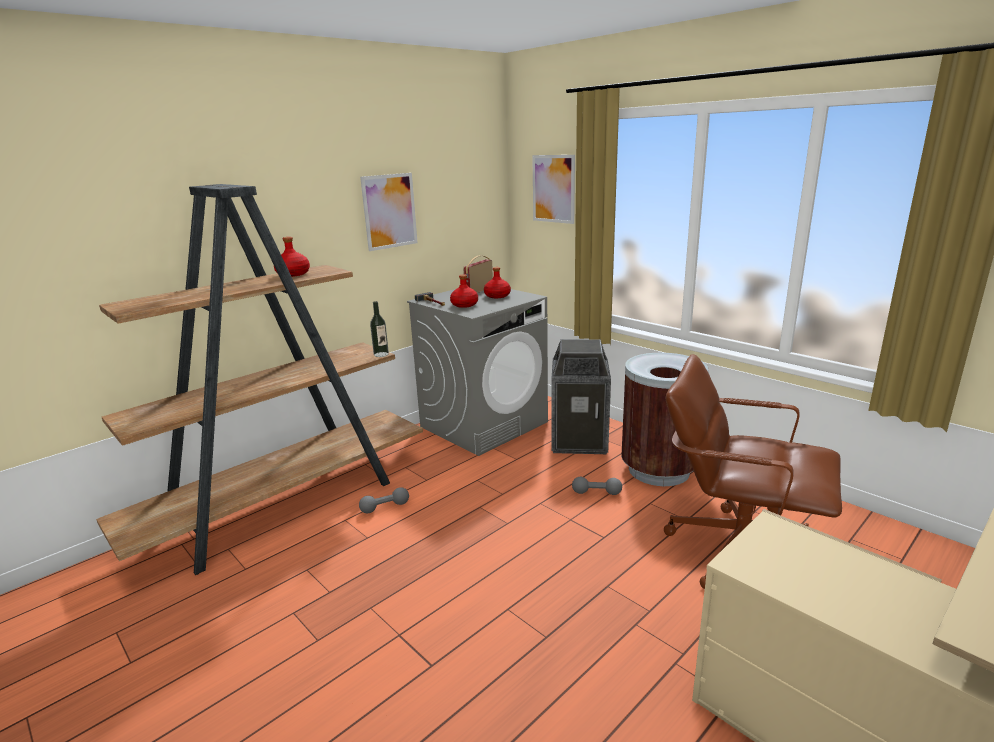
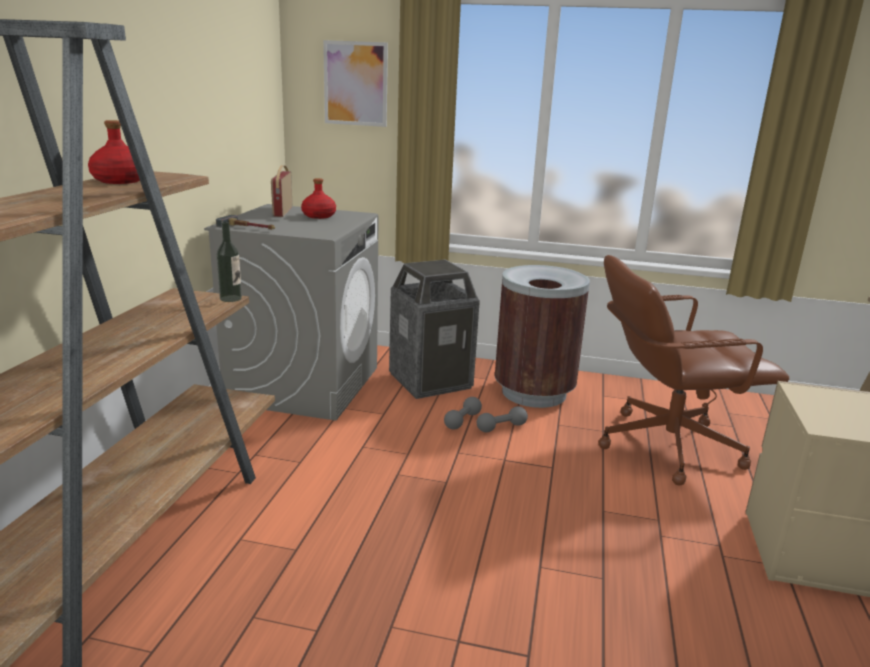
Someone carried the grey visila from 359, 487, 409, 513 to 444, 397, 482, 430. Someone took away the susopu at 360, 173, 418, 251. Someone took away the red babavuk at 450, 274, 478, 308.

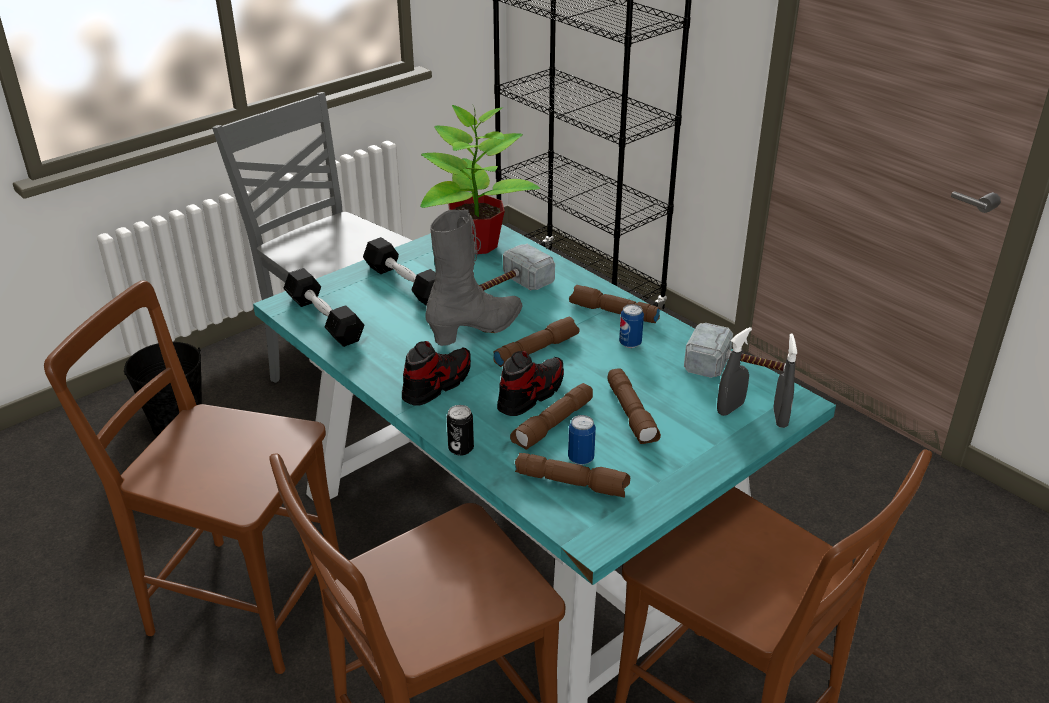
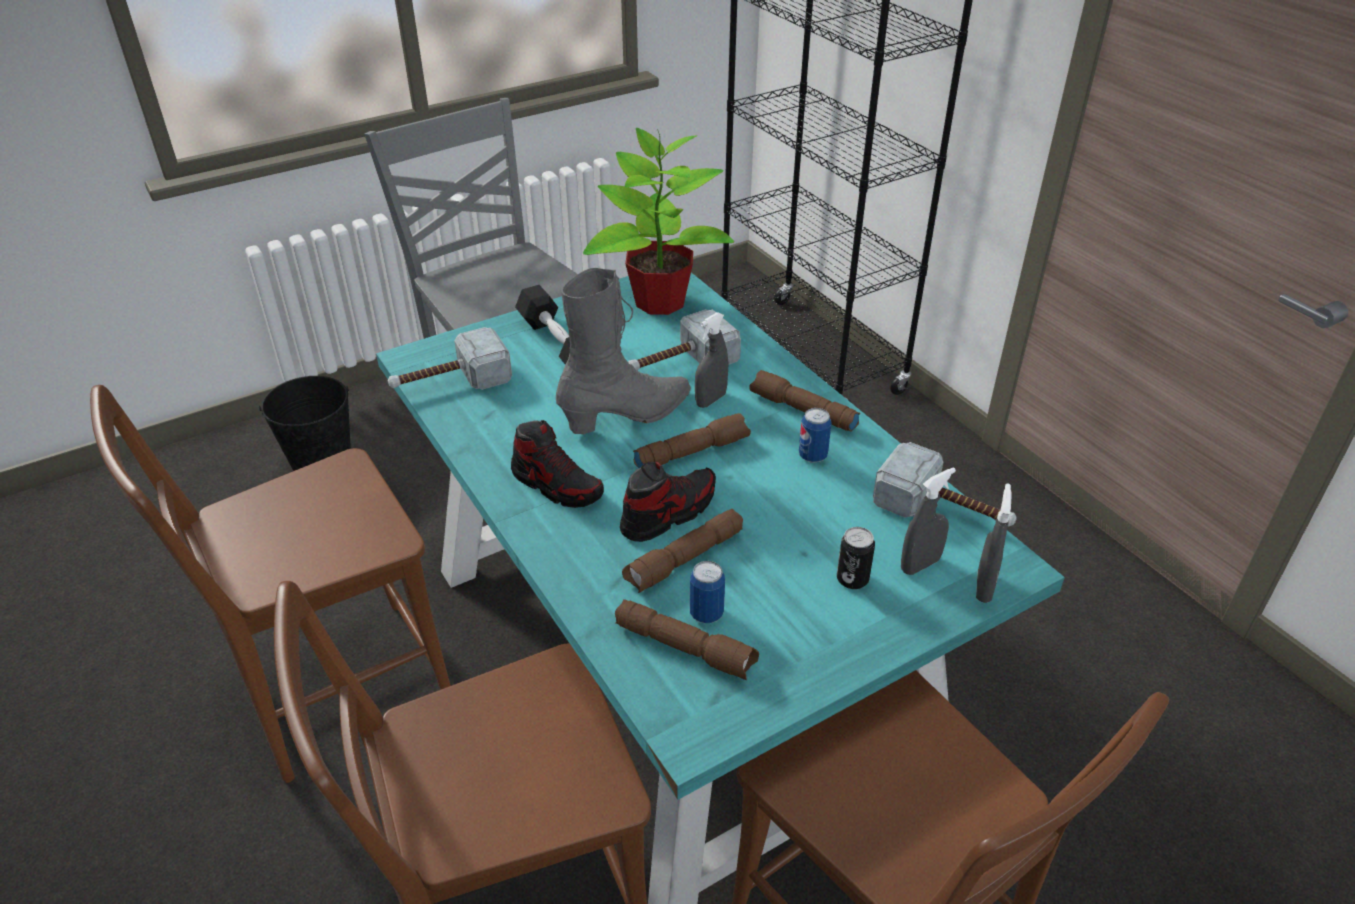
Someone rotated the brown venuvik at 44, 280, 340, 674 by 60 degrees counterclockwise. Someone swapped the black visila at 284, 268, 364, 347 for the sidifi at 388, 327, 512, 390. Someone rotated the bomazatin at 402, 341, 471, 405 by 75 degrees clockwise. Someone put down the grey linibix at 695, 312, 728, 408. Someone carried the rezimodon from 447, 405, 474, 456 to 837, 527, 875, 589. Someone took away the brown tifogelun at 608, 368, 661, 444.

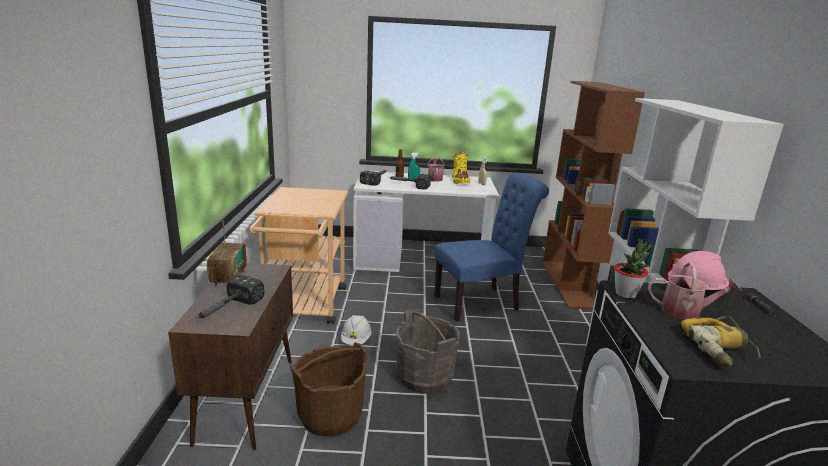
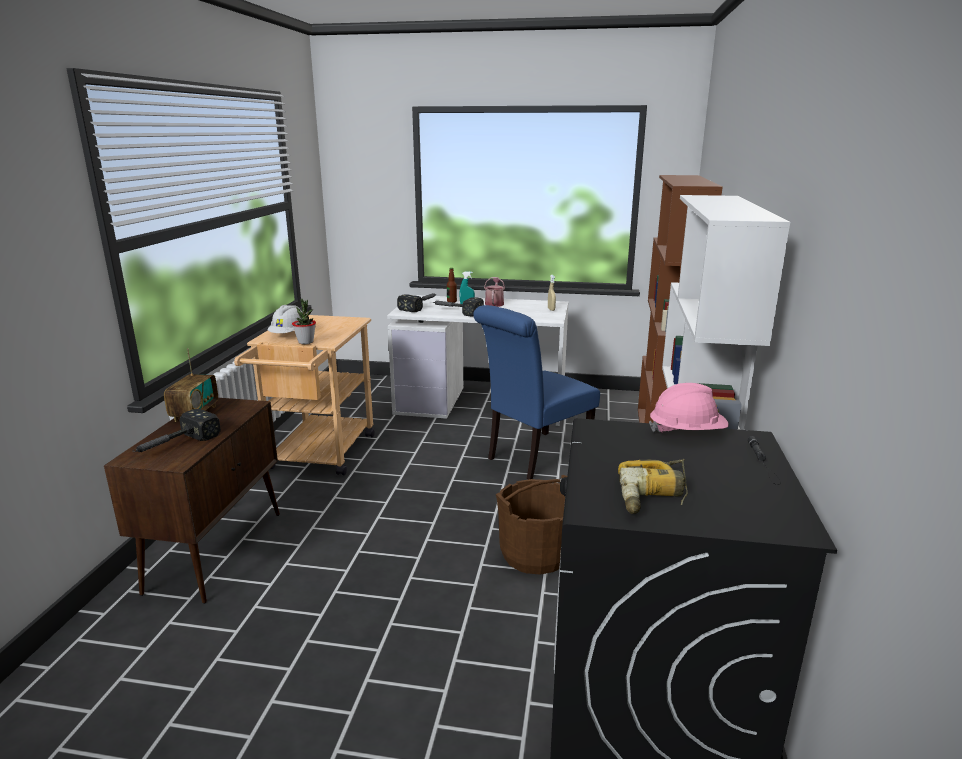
Someone carried the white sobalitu from 341, 315, 371, 345 to 267, 305, 302, 333. Someone carried the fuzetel from 614, 238, 652, 298 to 292, 299, 316, 344. Someone rotated the blue venuvik at 434, 172, 549, 322 by 150 degrees clockwise. Someone carried the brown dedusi from 290, 342, 367, 437 to 496, 475, 567, 575. Someone took away the grey dedusi at 396, 309, 460, 394. Someone took away the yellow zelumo at 452, 153, 470, 184. Someone took away the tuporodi at 648, 262, 742, 320.

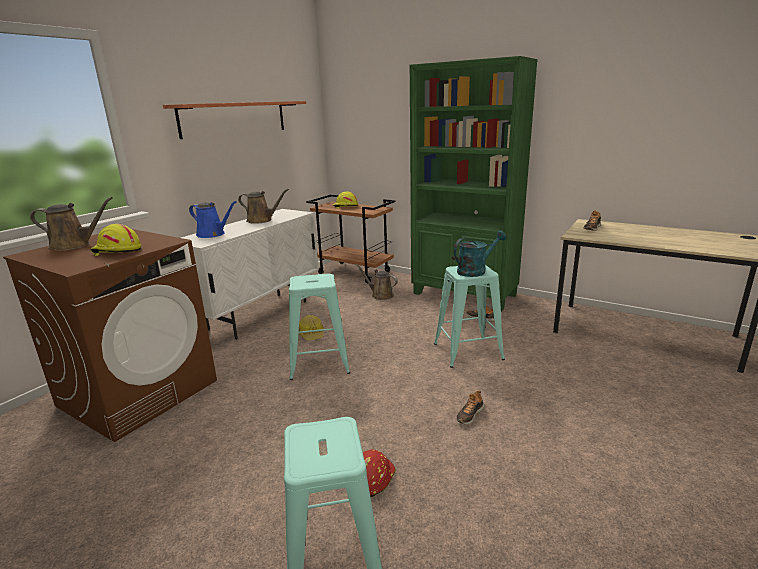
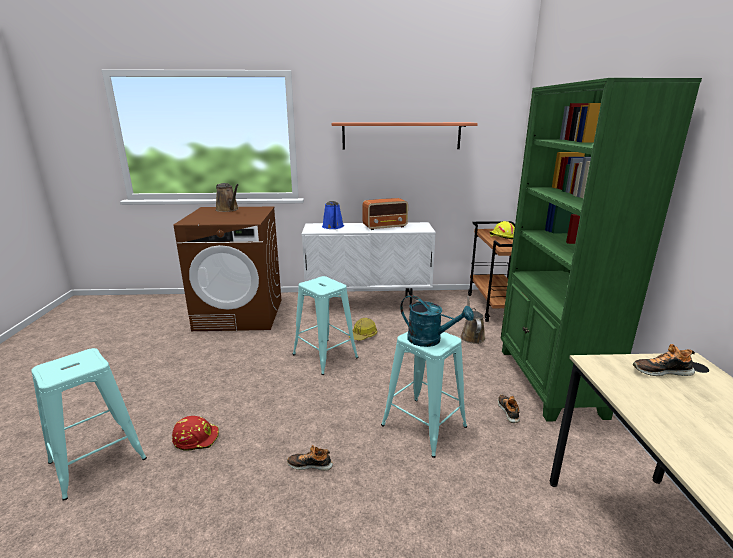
Someone swapped the brown tuporodi at 238, 189, 289, 224 for the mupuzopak at 363, 198, 408, 230. Someone took away the yellow sobalitu at 90, 224, 141, 256.

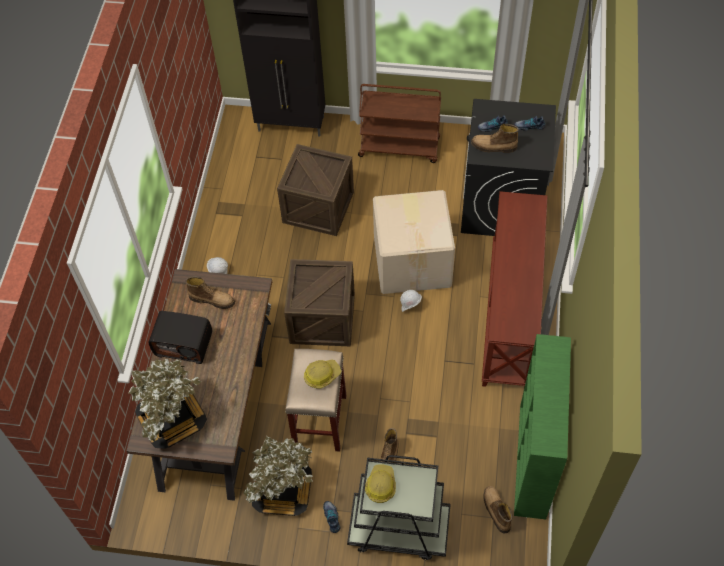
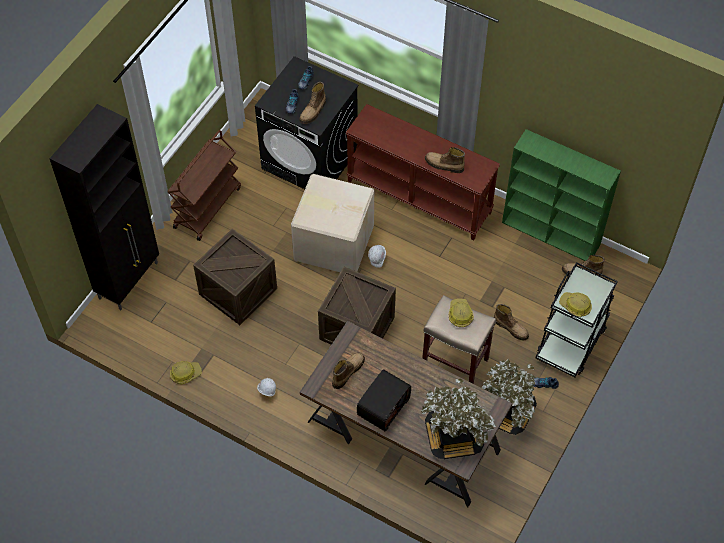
Someone put down the sobalitu at 170, 361, 202, 384. Someone put down the zelumo at 425, 147, 465, 173.

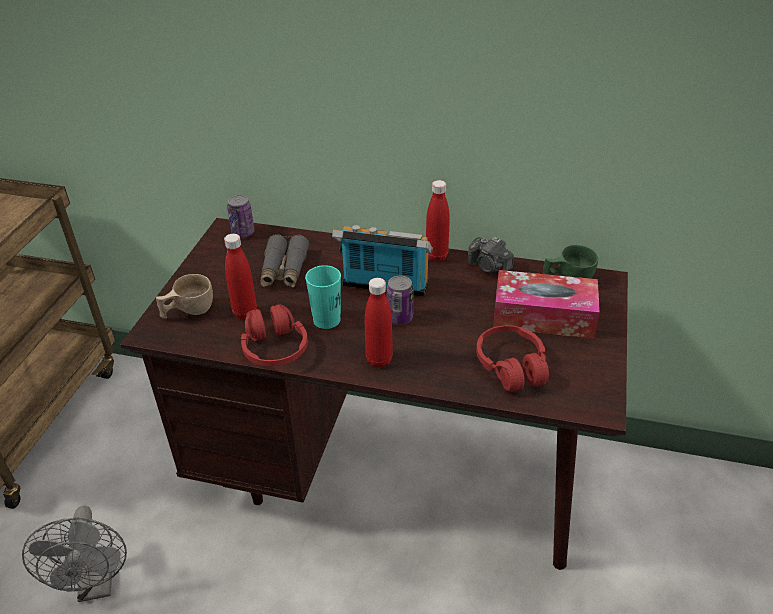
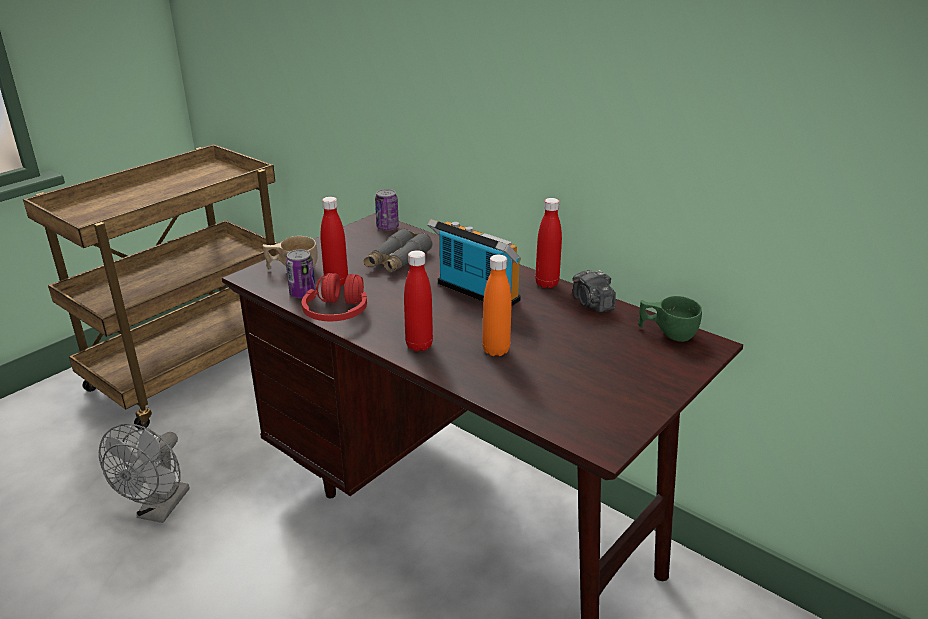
Someone carried the rezimodon from 386, 276, 414, 325 to 286, 250, 316, 299. Someone put down the orange babavuk at 482, 255, 512, 356. Someone took away the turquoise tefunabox at 305, 265, 341, 329. Someone took away the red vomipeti at 476, 325, 549, 392. Someone took away the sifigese at 493, 270, 600, 339.

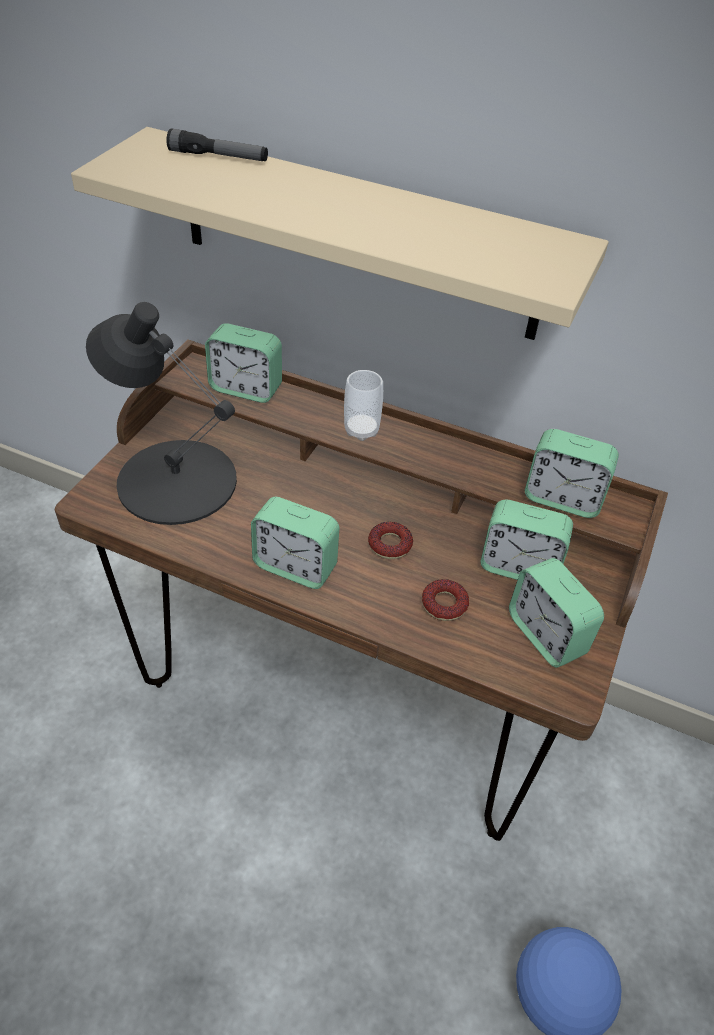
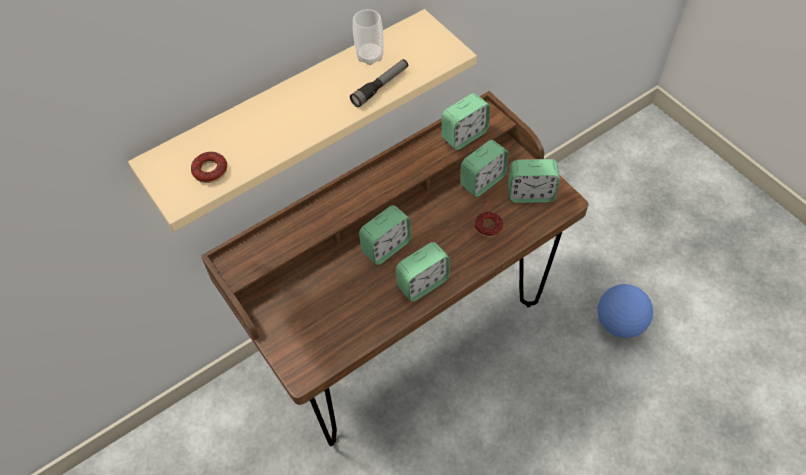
Someone carried the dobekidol from 368, 522, 413, 559 to 191, 152, 227, 183. Someone carried the tifogelun from 166, 128, 268, 161 to 350, 59, 408, 107. Someone carried the tefunabox from 344, 370, 383, 441 to 353, 9, 384, 65. Someone carried the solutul from 205, 323, 282, 403 to 359, 205, 411, 265. Someone took away the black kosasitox at 86, 302, 237, 525.

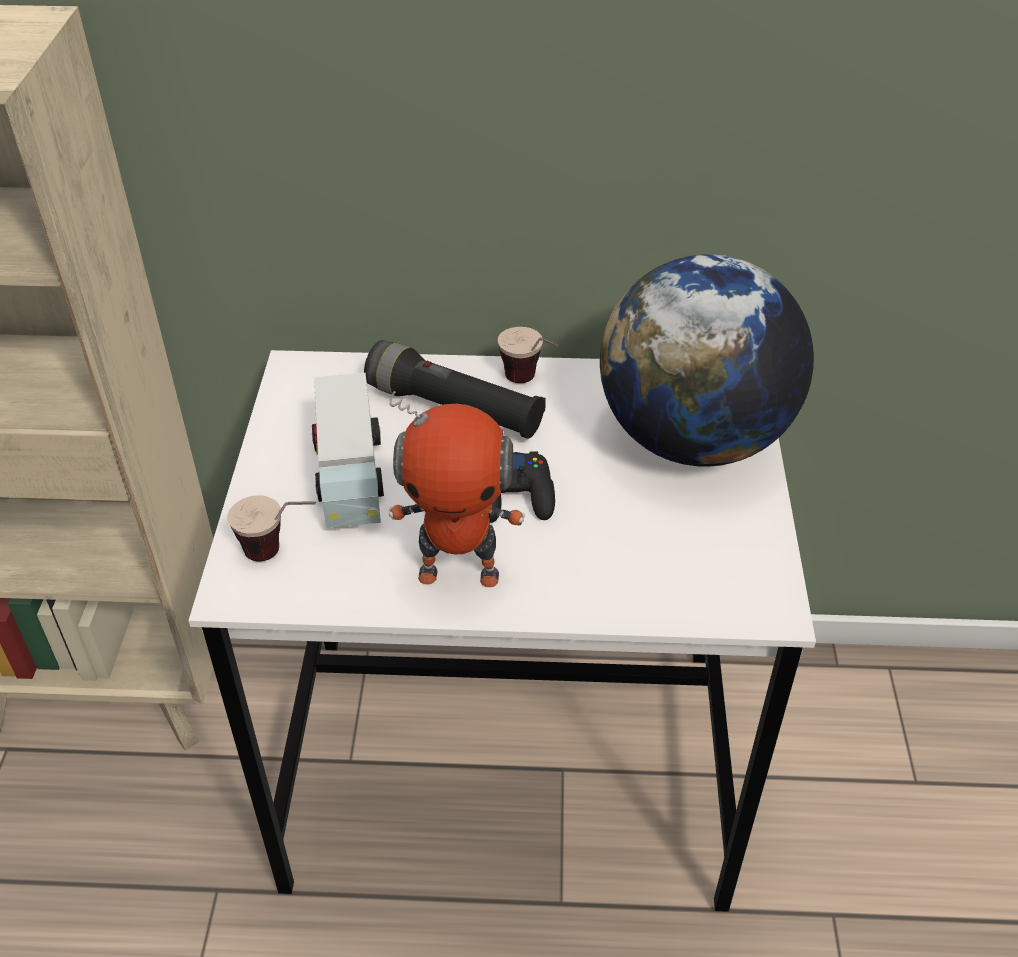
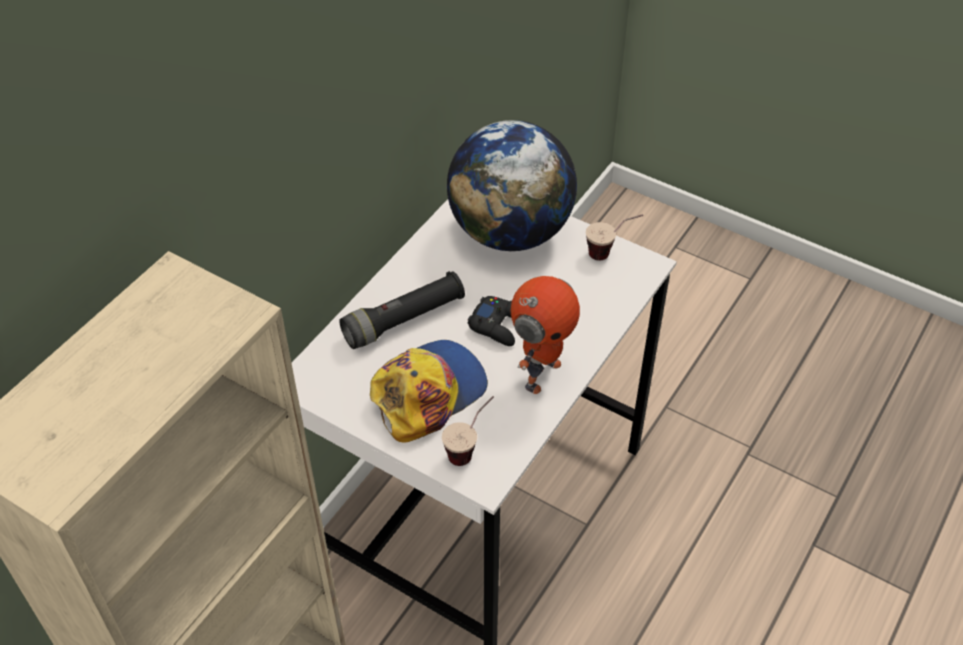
Someone swapped the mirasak at 312, 373, 384, 528 for the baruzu at 370, 340, 488, 443. Someone carried the tefunabox from 498, 327, 559, 383 to 586, 214, 643, 261.

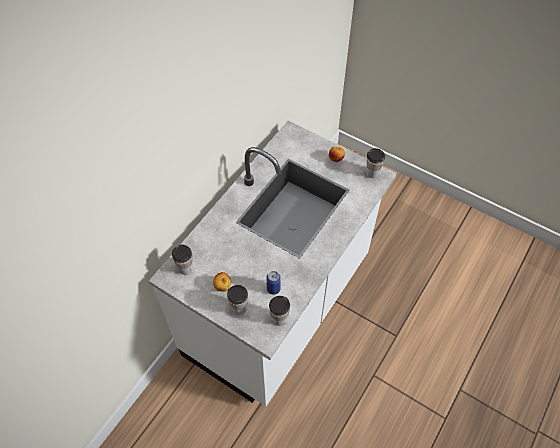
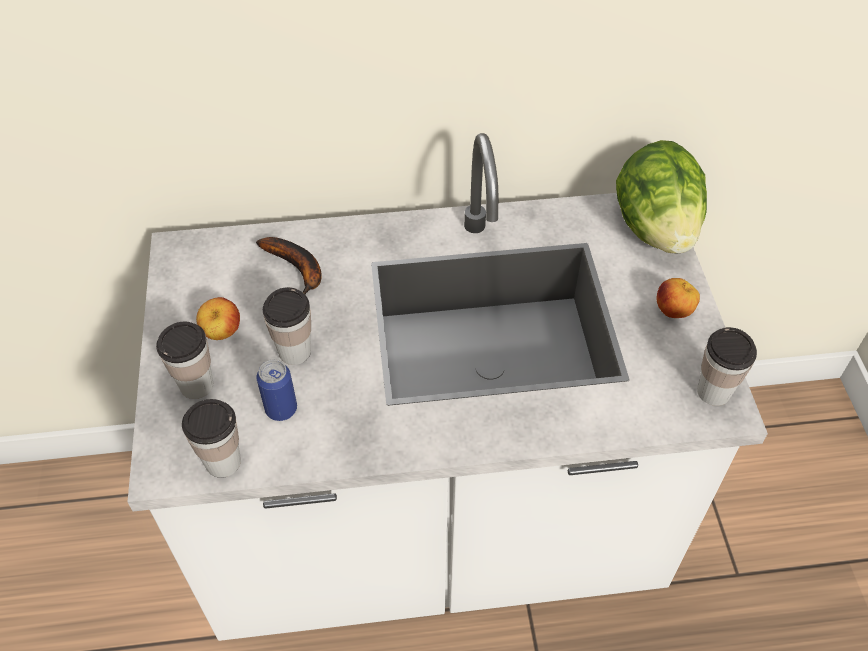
Someone put down the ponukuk at 256, 237, 322, 294. Someone carried the tefunabox from 172, 245, 193, 275 to 263, 287, 311, 365. Someone put down the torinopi at 616, 140, 707, 253.

